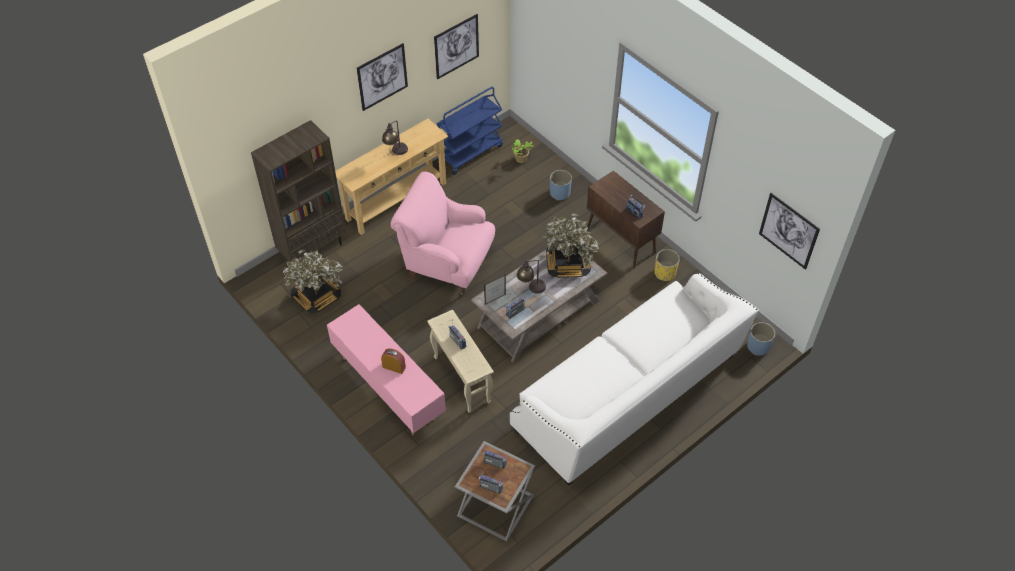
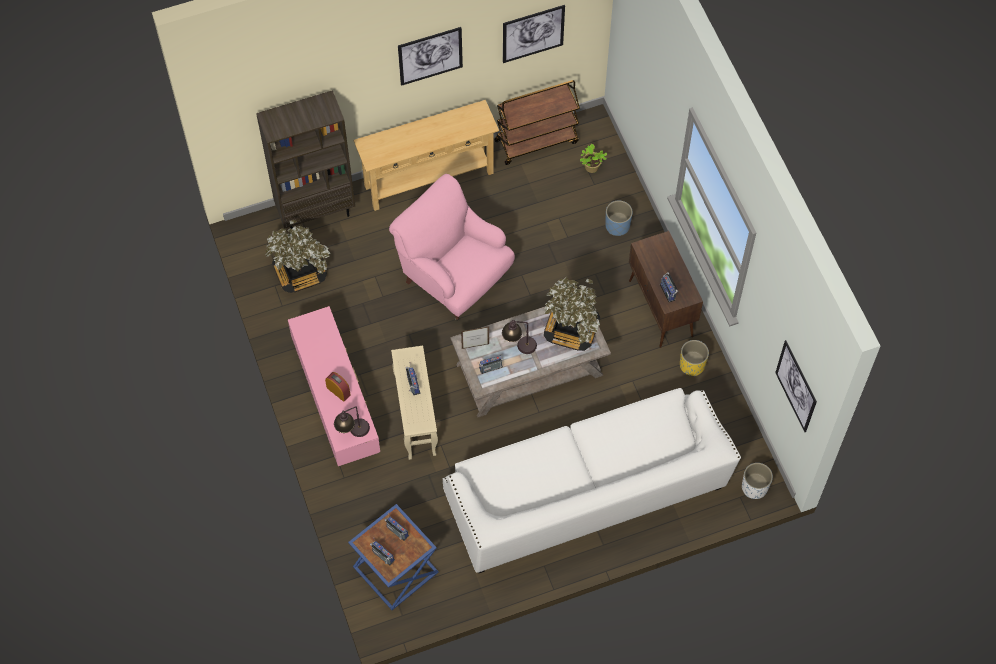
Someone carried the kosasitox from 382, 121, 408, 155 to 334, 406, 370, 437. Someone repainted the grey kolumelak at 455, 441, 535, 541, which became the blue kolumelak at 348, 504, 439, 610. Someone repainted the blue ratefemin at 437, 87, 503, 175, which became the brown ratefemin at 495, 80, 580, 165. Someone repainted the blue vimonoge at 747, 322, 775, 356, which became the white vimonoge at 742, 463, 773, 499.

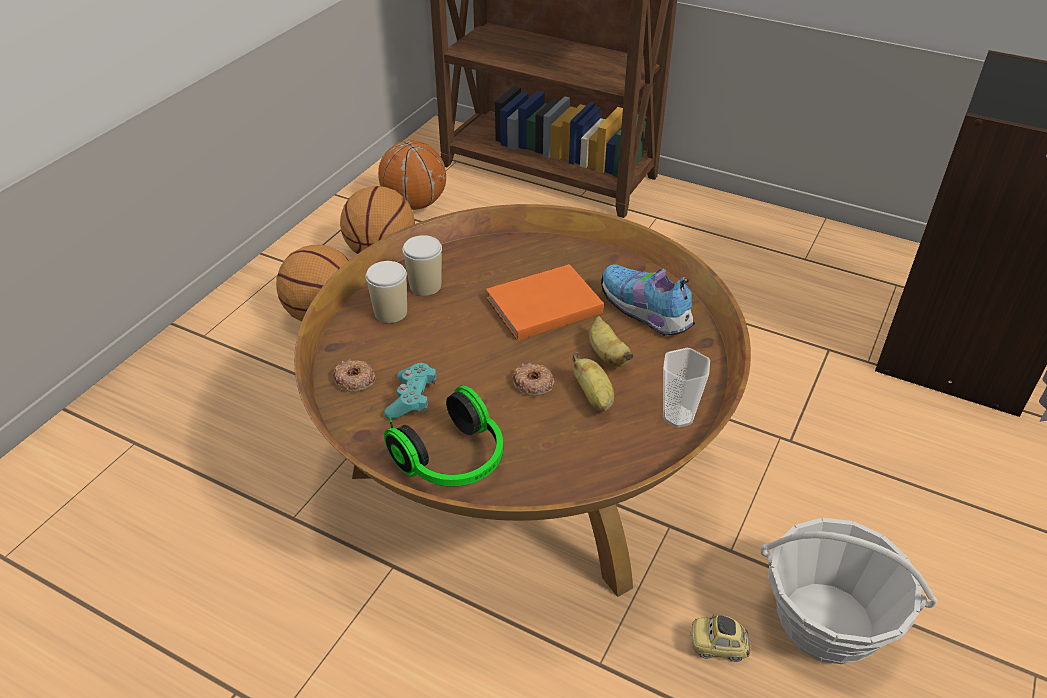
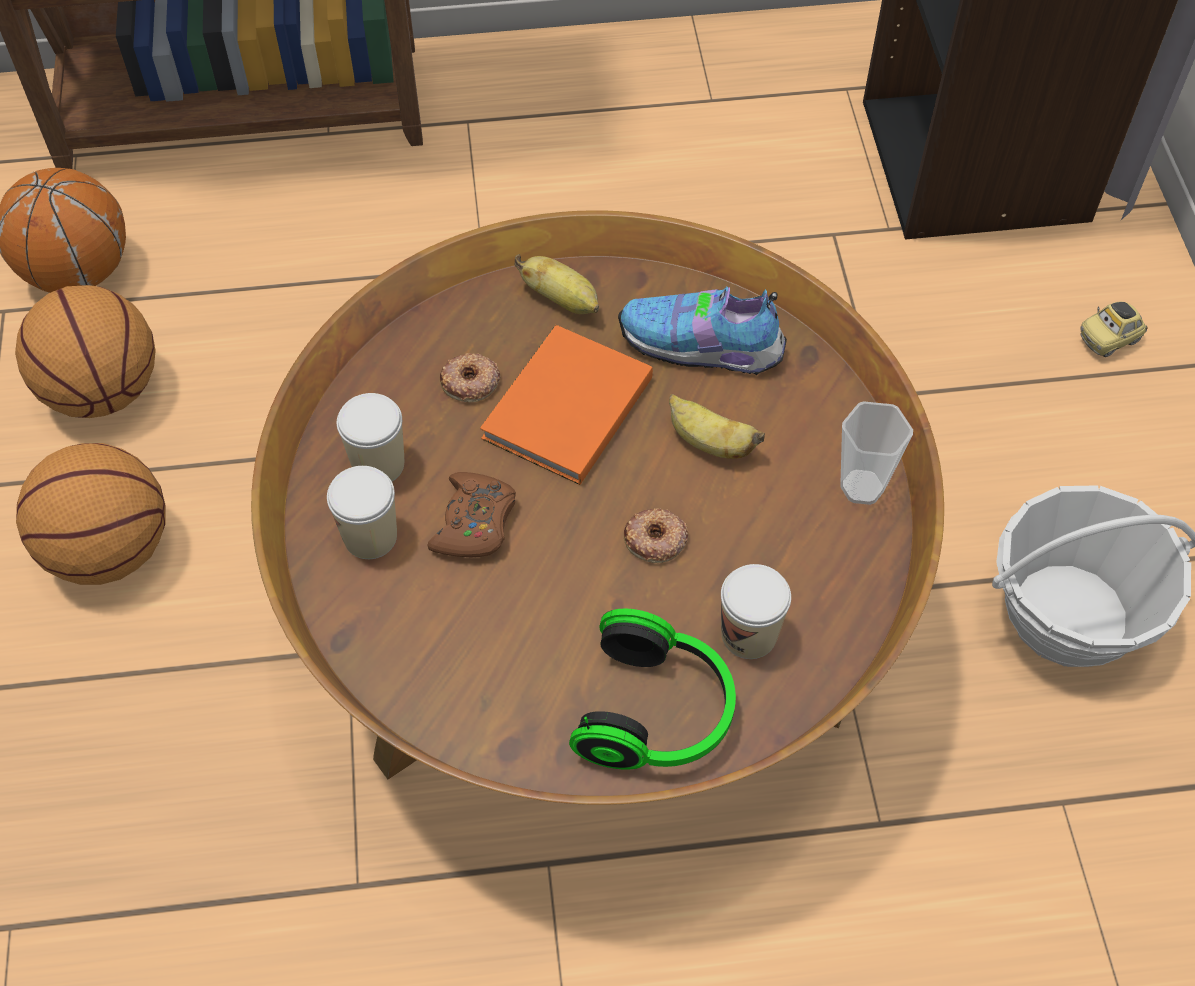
Someone put down the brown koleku at 427, 472, 516, 557. Someone carried the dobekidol from 333, 359, 375, 392 to 440, 353, 500, 402. Someone carried the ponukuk from 572, 352, 614, 411 to 514, 254, 599, 314. Someone put down the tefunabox at 721, 564, 791, 659. Someone carried the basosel from 691, 614, 750, 662 to 1080, 301, 1147, 357. Someone took away the turquoise koleku at 384, 363, 437, 419.

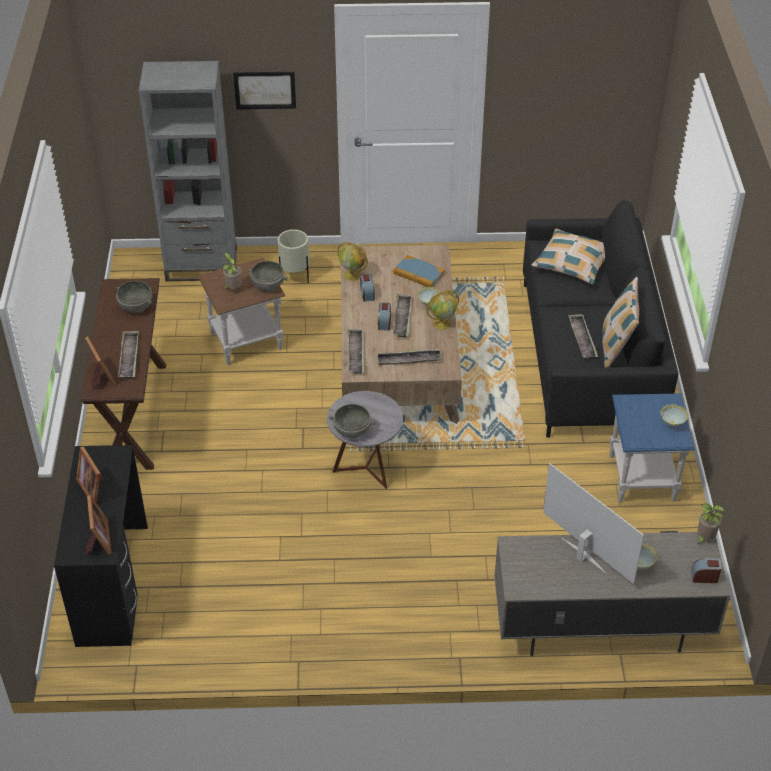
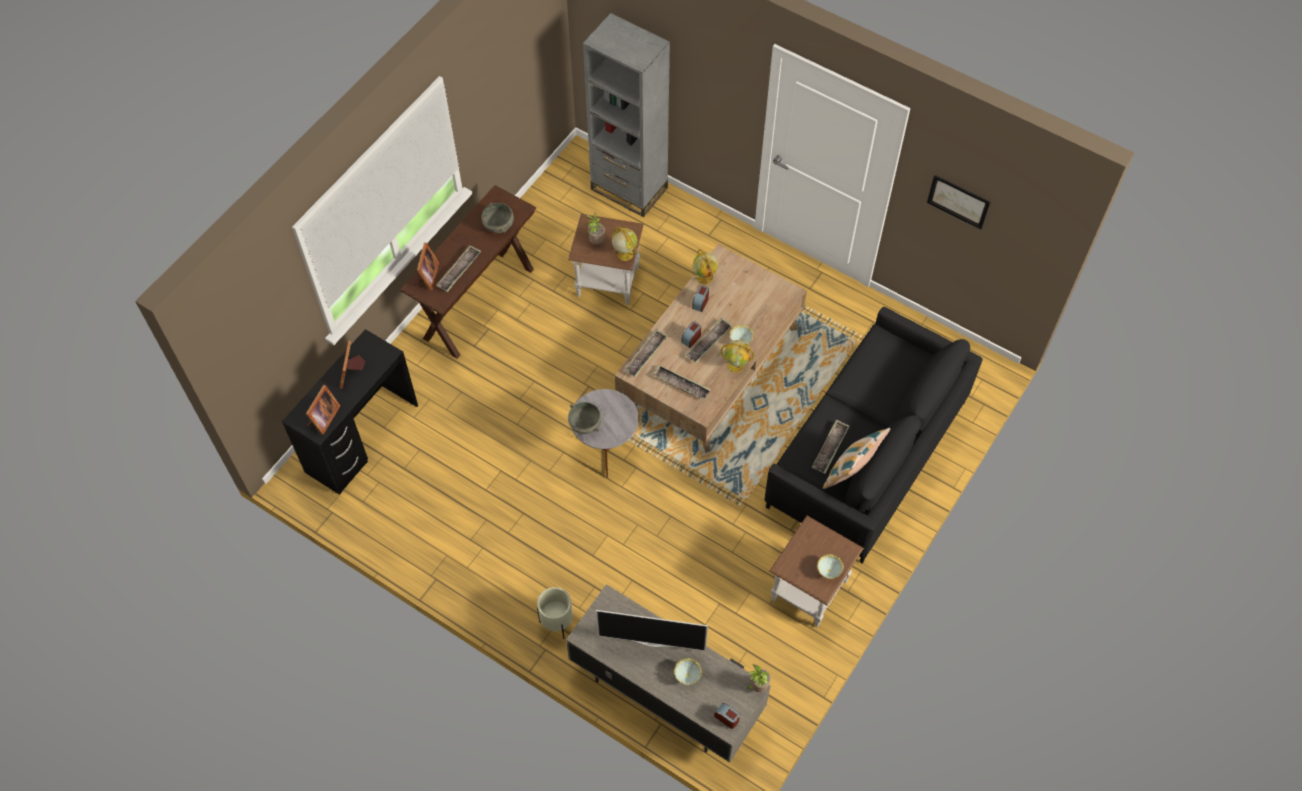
Someone carried the beige vimonoge from 278, 229, 309, 284 to 537, 587, 573, 639. Someone rotated the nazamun at 543, 463, 644, 584 by 105 degrees clockwise. Someone swapped the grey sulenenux at 247, 261, 288, 292 for the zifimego at 612, 227, 637, 261. Someone repainted the blue kolumelak at 610, 393, 695, 503, which became the brown kolumelak at 769, 516, 864, 627. Someone carried the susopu from 233, 72, 296, 110 to 927, 175, 990, 229. Someone took away the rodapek at 393, 255, 445, 287. Someone took away the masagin at 531, 229, 605, 285.

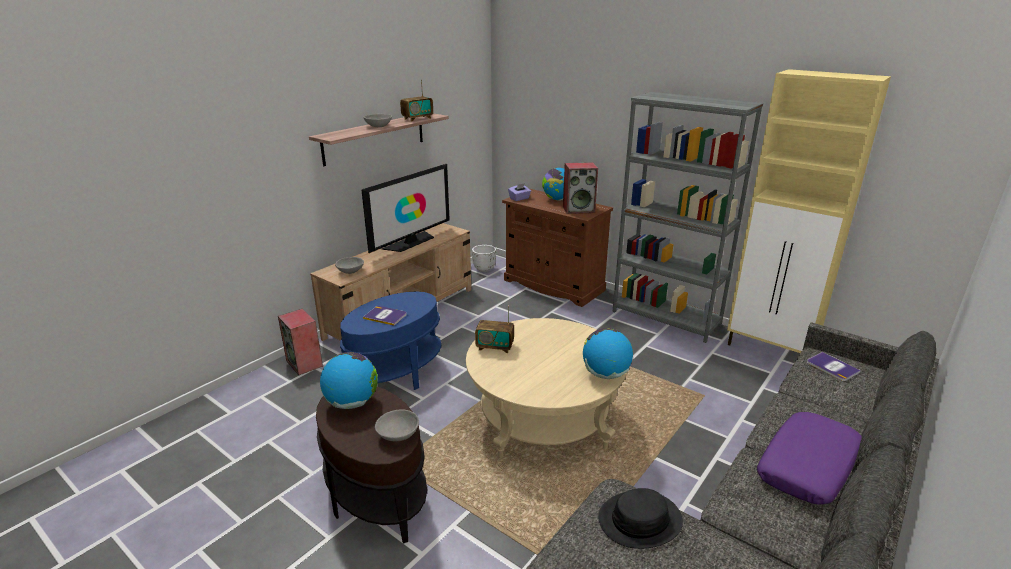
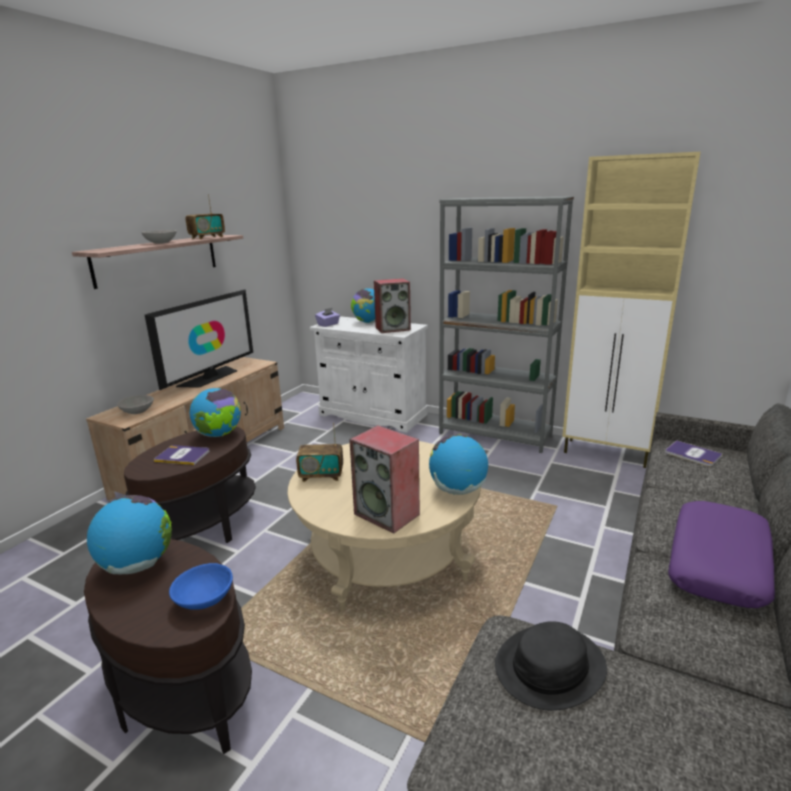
Someone repainted the blue kolumelak at 340, 291, 441, 390, which became the brown kolumelak at 124, 427, 256, 543. Someone repainted the grey sulenenux at 375, 410, 419, 441, which became the blue sulenenux at 169, 563, 233, 610. Someone put down the zifimego at 190, 388, 241, 437. Someone repainted the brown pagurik at 502, 189, 613, 307, which became the white pagurik at 310, 316, 428, 433. Someone carried the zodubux from 278, 309, 323, 375 to 349, 425, 420, 534. Someone took away the white vimonoge at 472, 245, 496, 272.

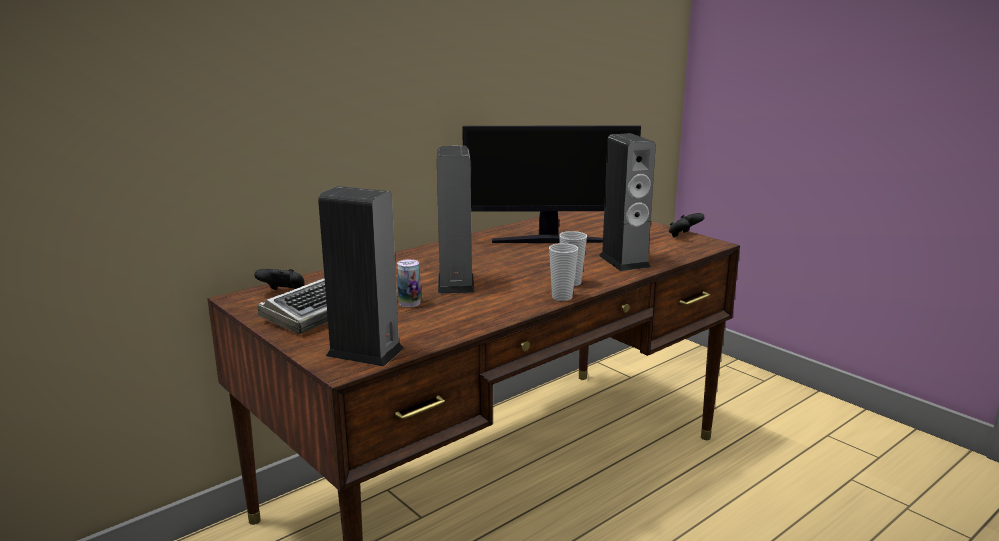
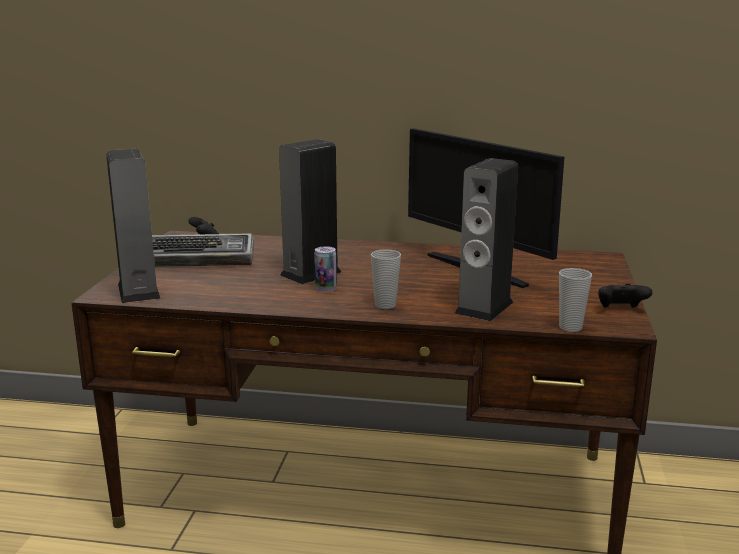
Someone carried the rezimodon from 397, 259, 421, 307 to 314, 246, 337, 292. Someone carried the tefunabox from 549, 243, 578, 301 to 559, 268, 592, 332.

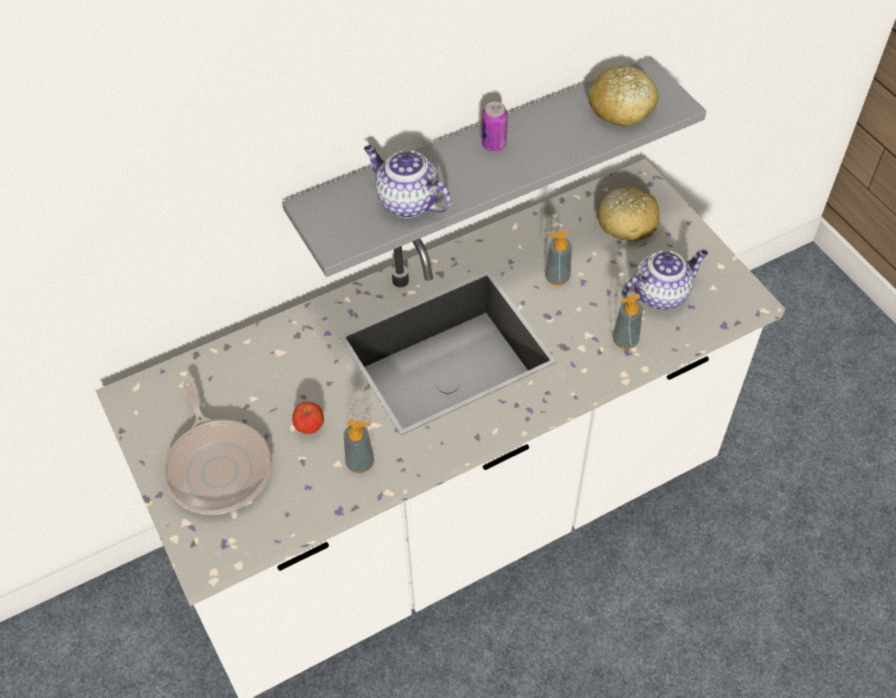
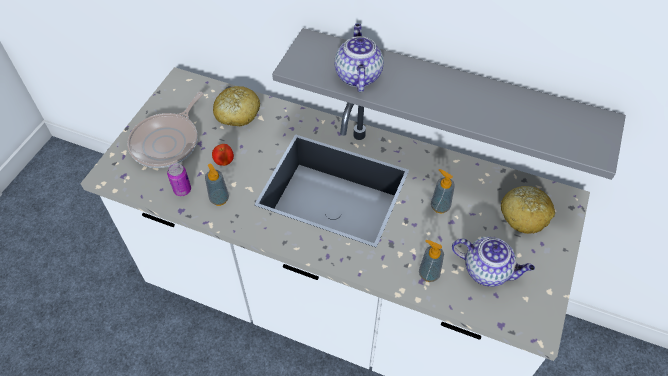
Someone carried the rezimodon from 482, 102, 508, 152 to 167, 164, 191, 196. Someone carried the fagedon from 588, 66, 659, 127 to 213, 86, 260, 126.

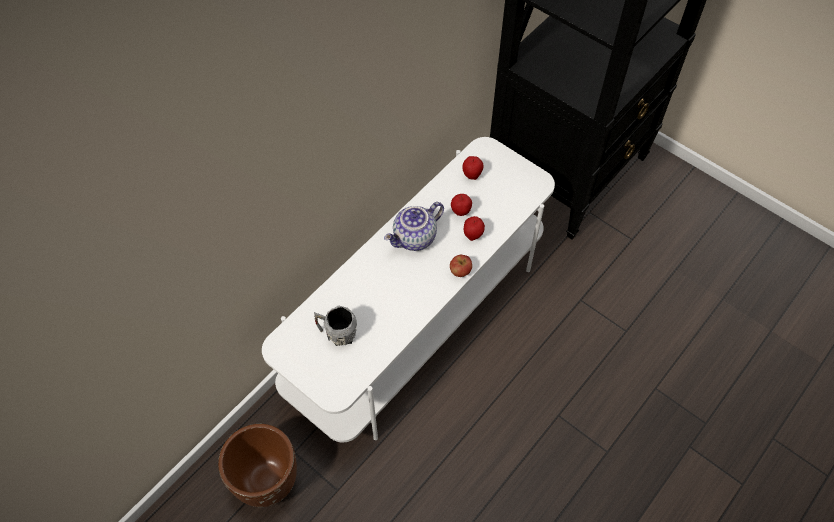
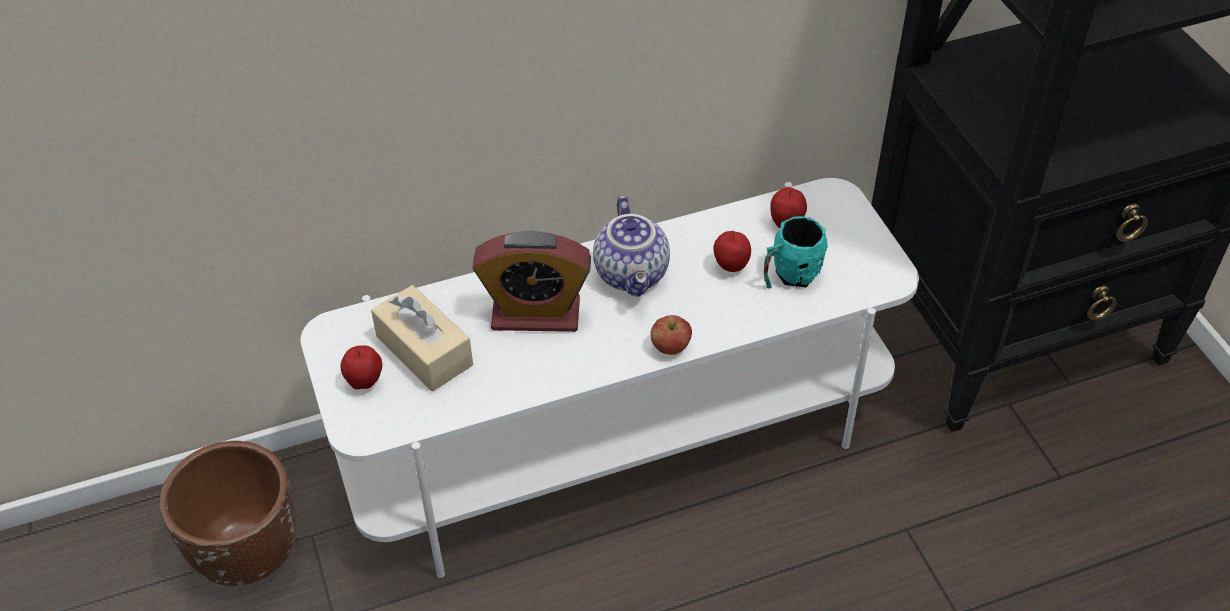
Someone carried the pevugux from 464, 216, 485, 241 to 340, 345, 382, 389. Someone swapped the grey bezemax at 314, 305, 357, 346 for the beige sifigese at 371, 285, 473, 391. Someone put down the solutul at 473, 231, 591, 332. Someone rotated the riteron at 384, 202, 444, 251 by 90 degrees counterclockwise. Someone put down the turquoise bezemax at 764, 216, 828, 288.

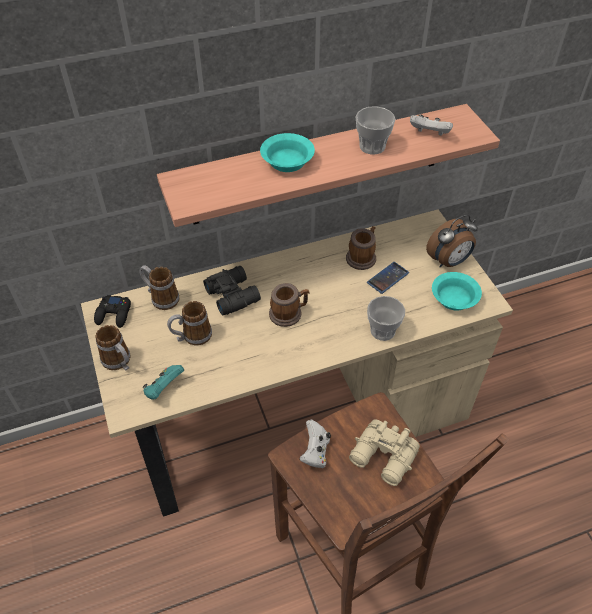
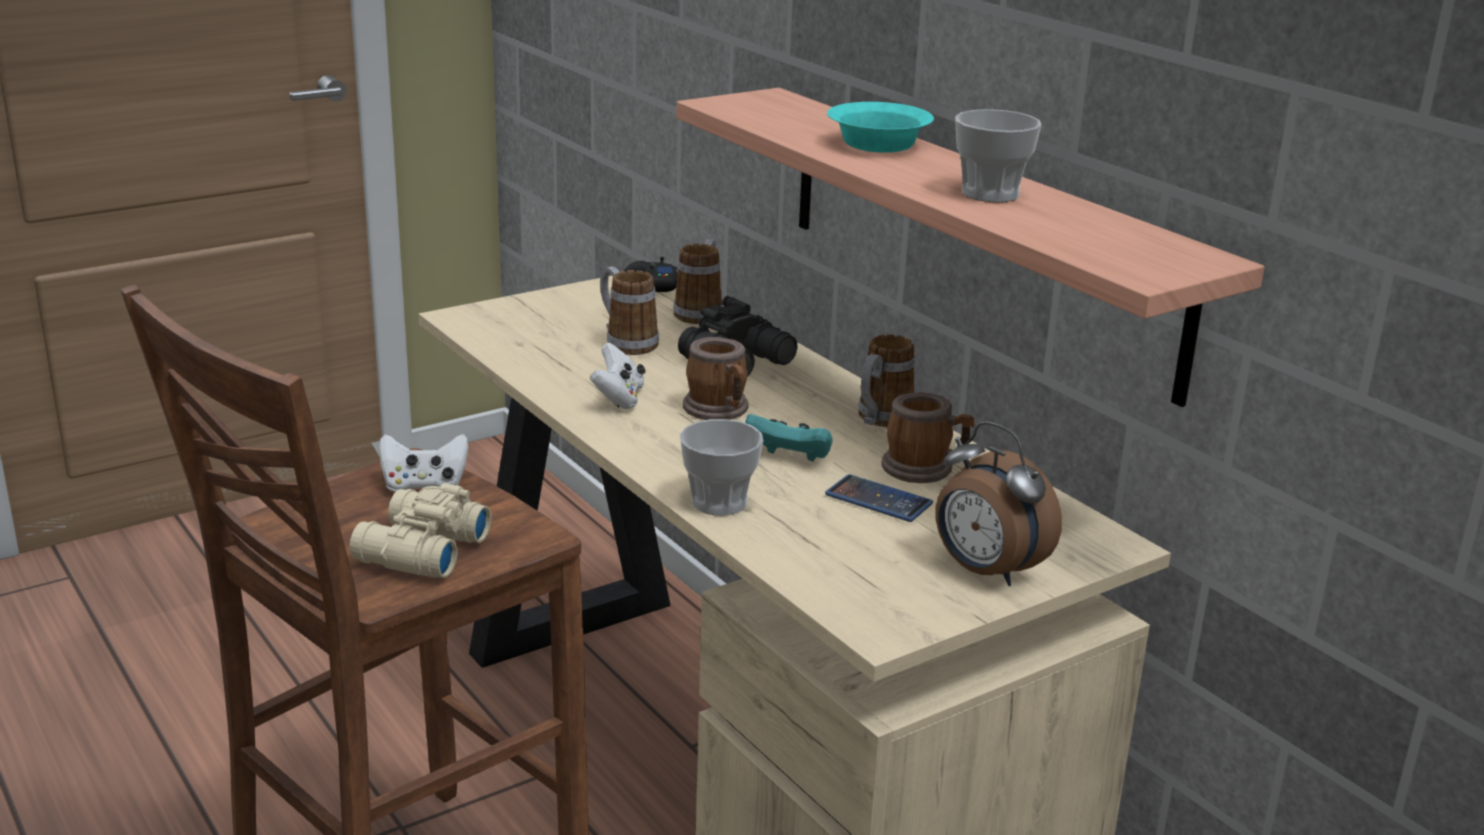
Someone carried the white koleku from 410, 114, 453, 136 to 590, 342, 645, 409. Someone carried the turquoise koleku from 143, 365, 184, 399 to 745, 414, 832, 461. Someone carried the bezemax from 95, 325, 130, 370 to 858, 334, 915, 427. Someone took away the turquoise sulenenux at 432, 272, 482, 311.

